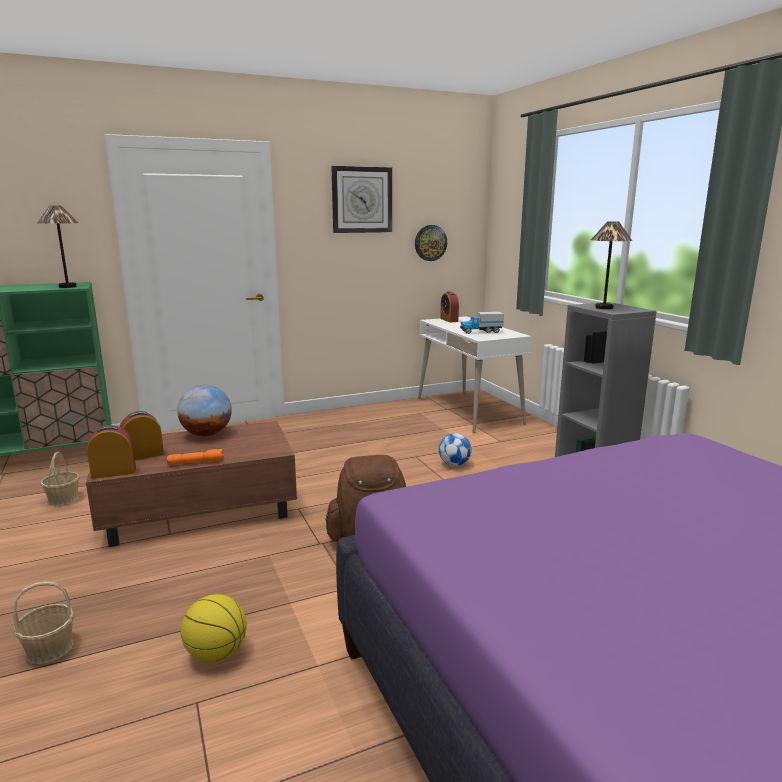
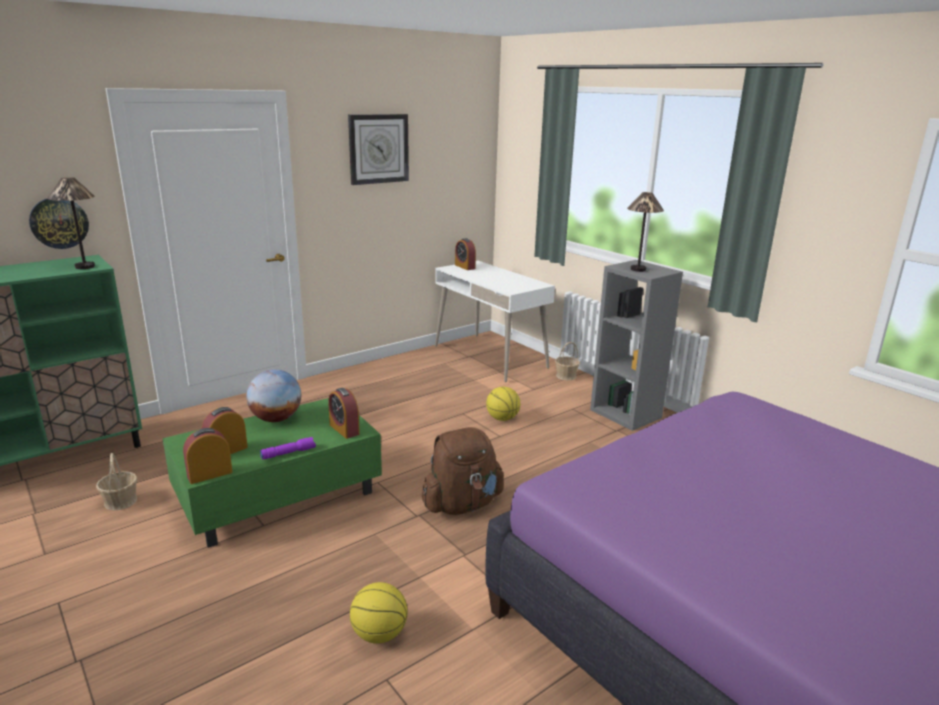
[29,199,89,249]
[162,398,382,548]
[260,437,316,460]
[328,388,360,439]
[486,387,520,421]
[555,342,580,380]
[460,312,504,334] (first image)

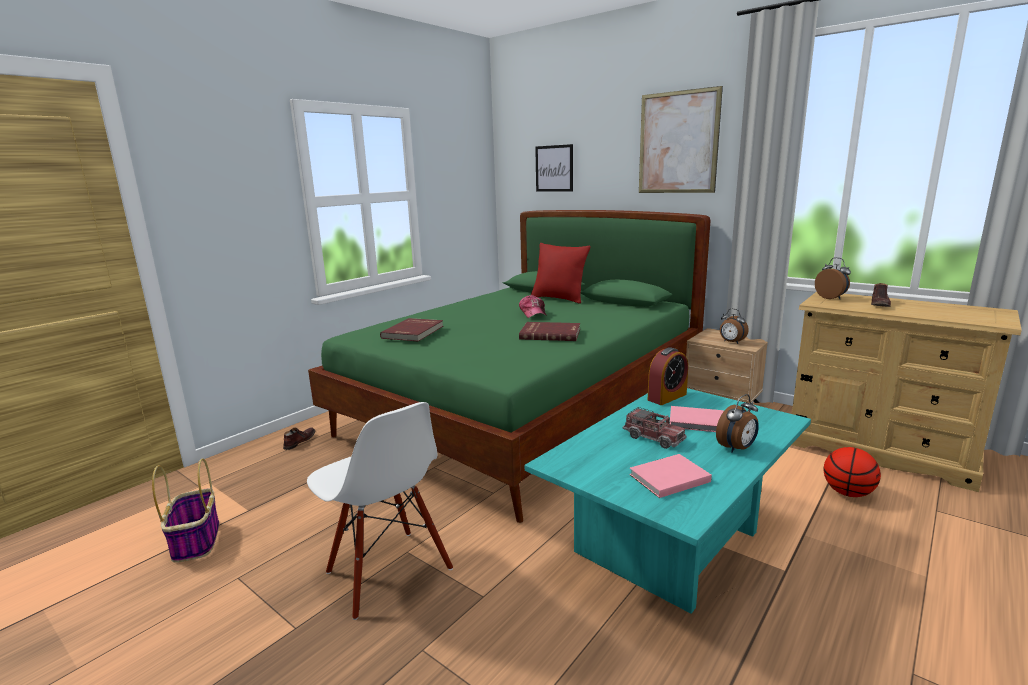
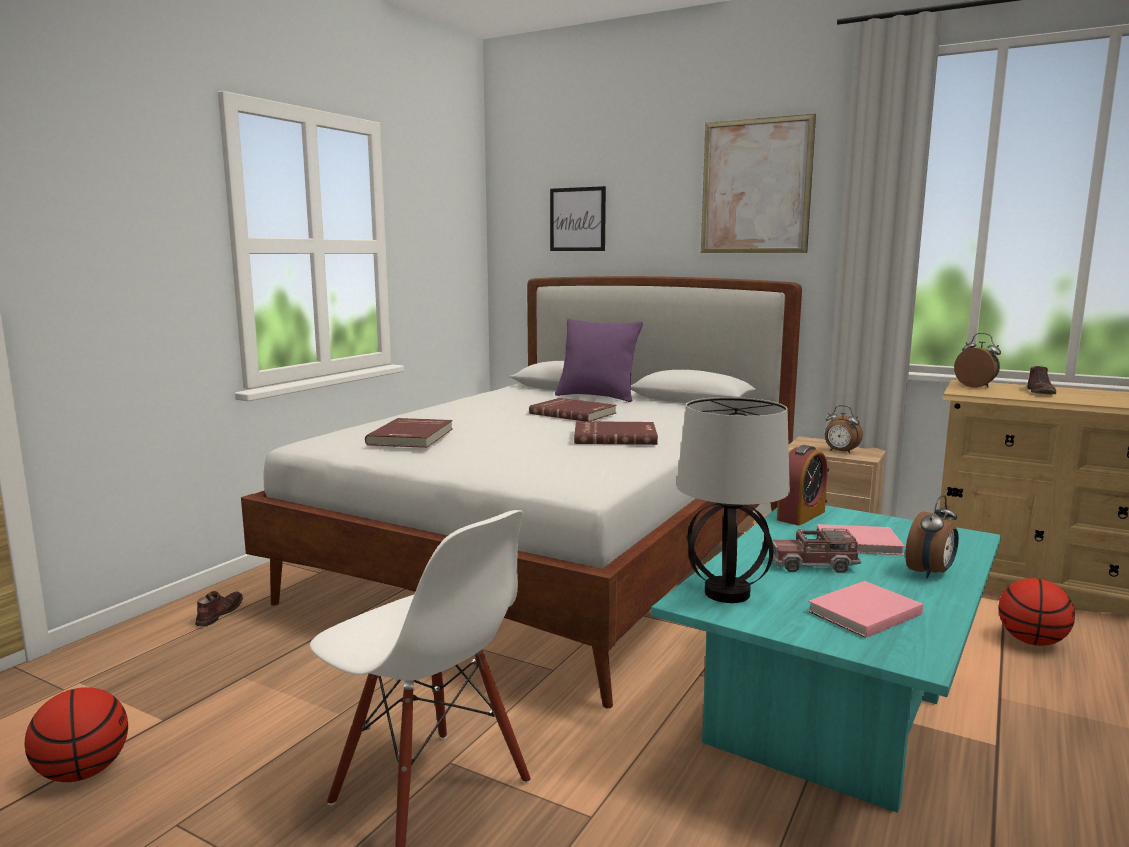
[25,687,128,782]
[241,276,802,708]
[529,398,617,421]
[555,318,643,402]
[677,397,790,603]
[772,528,861,573]

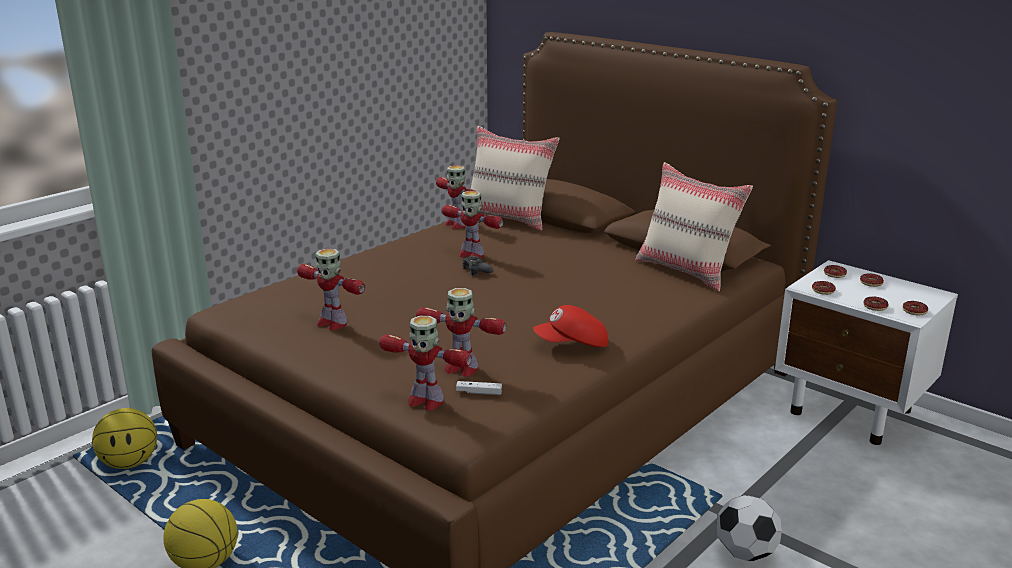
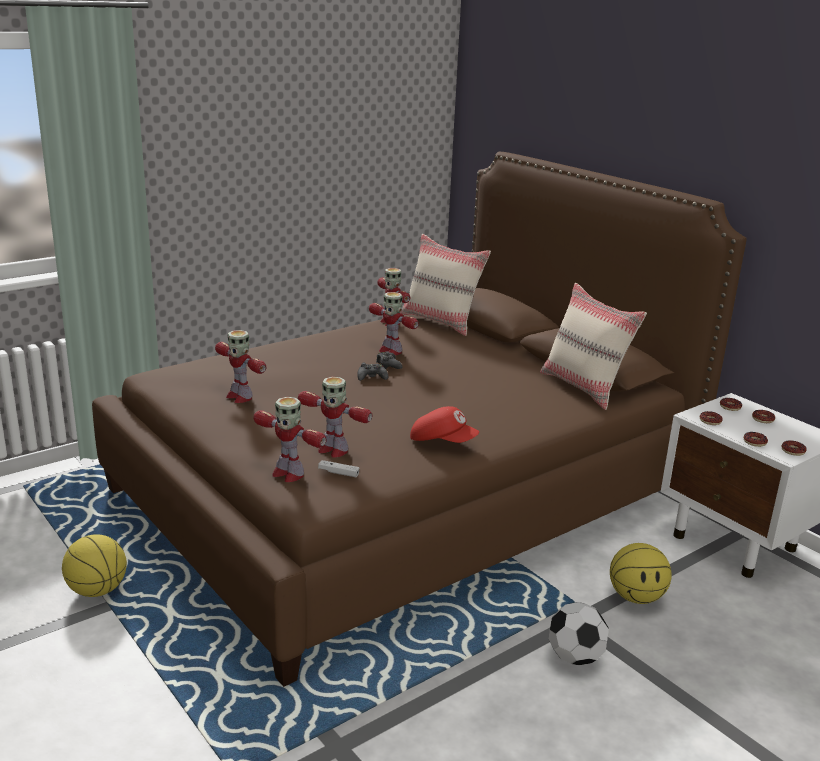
[357,363,388,381]
[410,406,479,443]
[610,543,672,604]

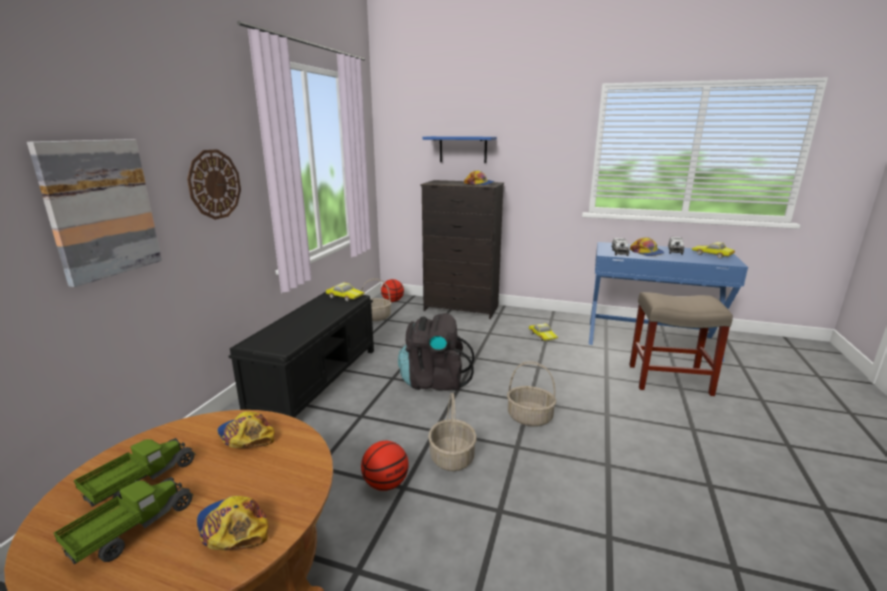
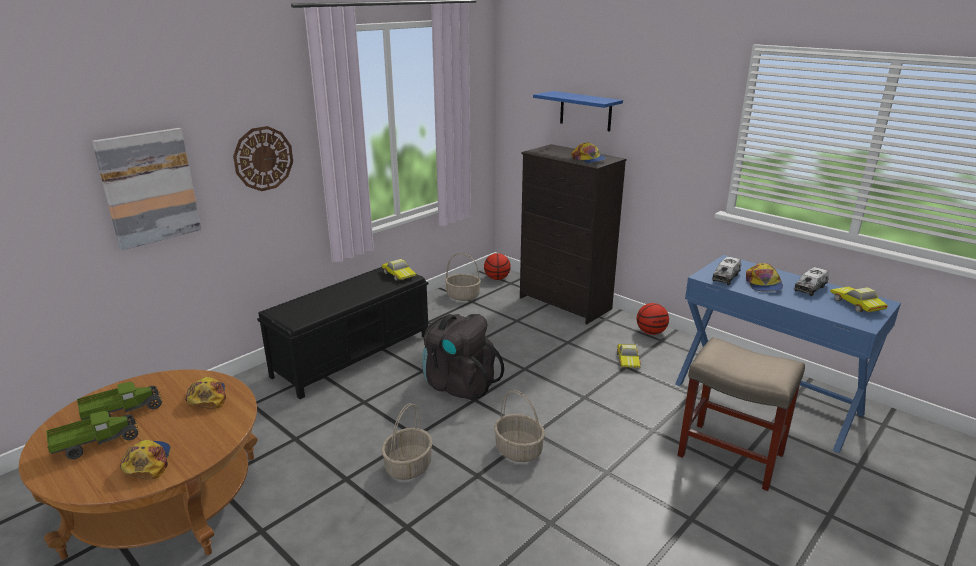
[637,303,669,335]

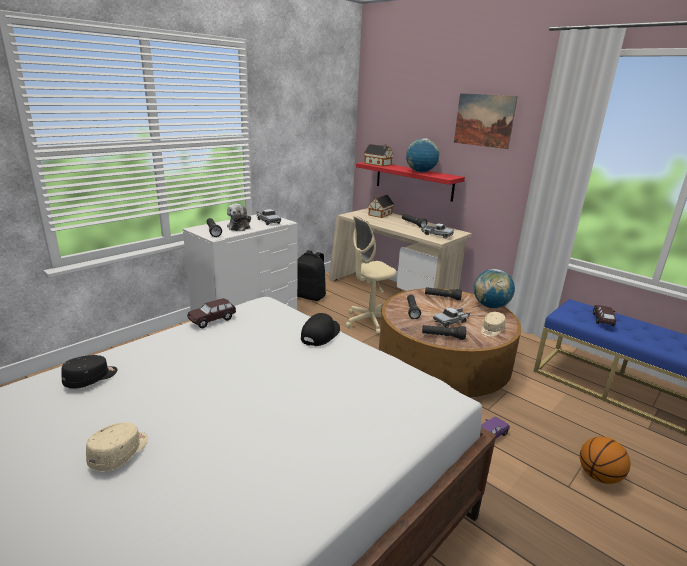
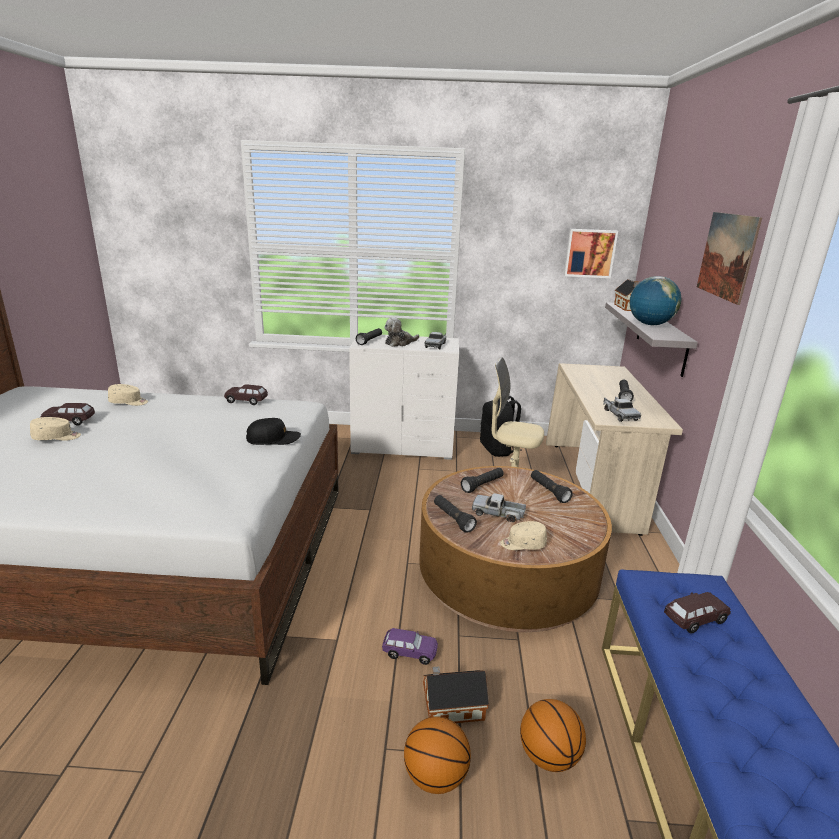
[41,403,95,425]
[108,384,148,406]
[423,667,489,723]
[520,699,586,772]
[564,229,618,278]
[605,302,698,377]
[474,269,515,308] (first image)

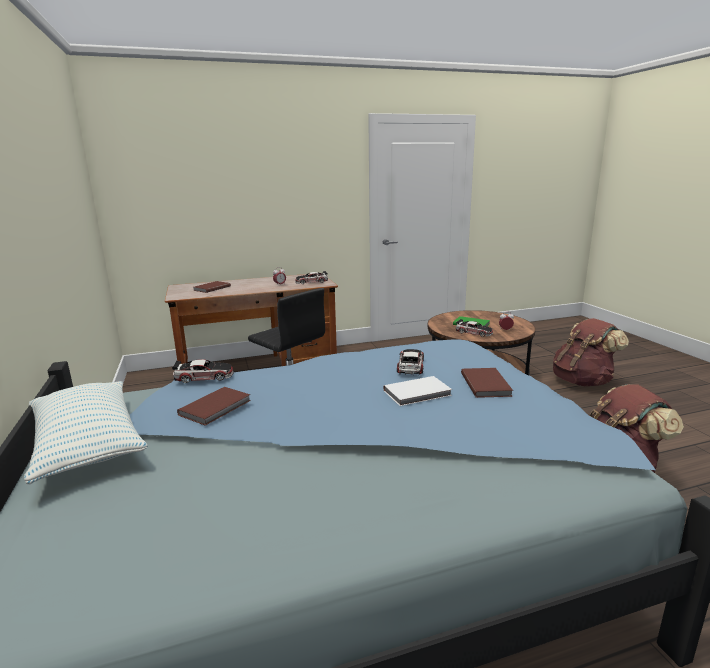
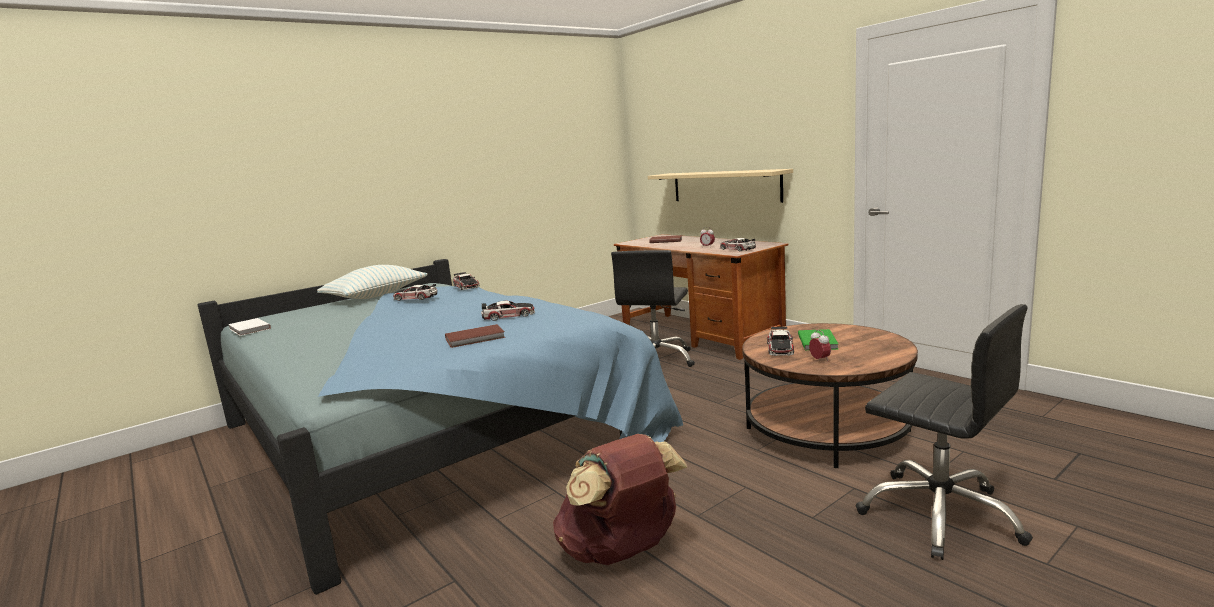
[228,318,271,336]
[393,284,437,301]
[648,169,793,203]
[856,304,1033,560]

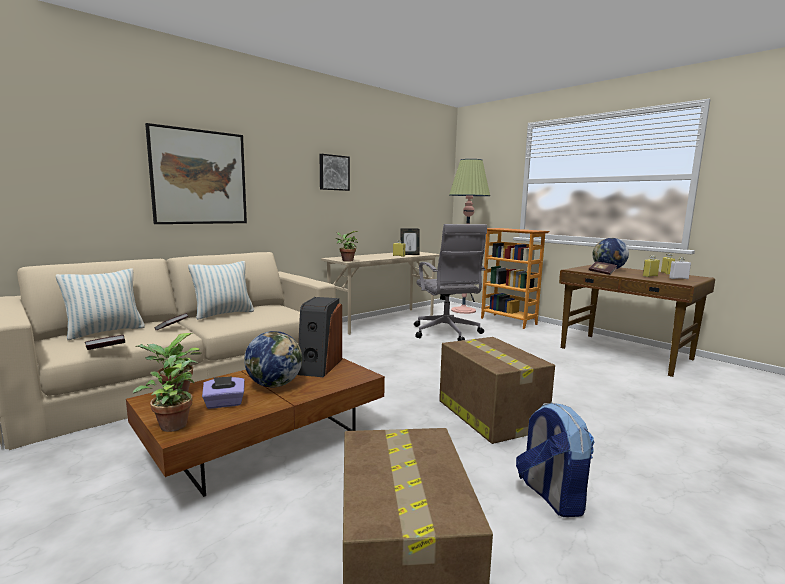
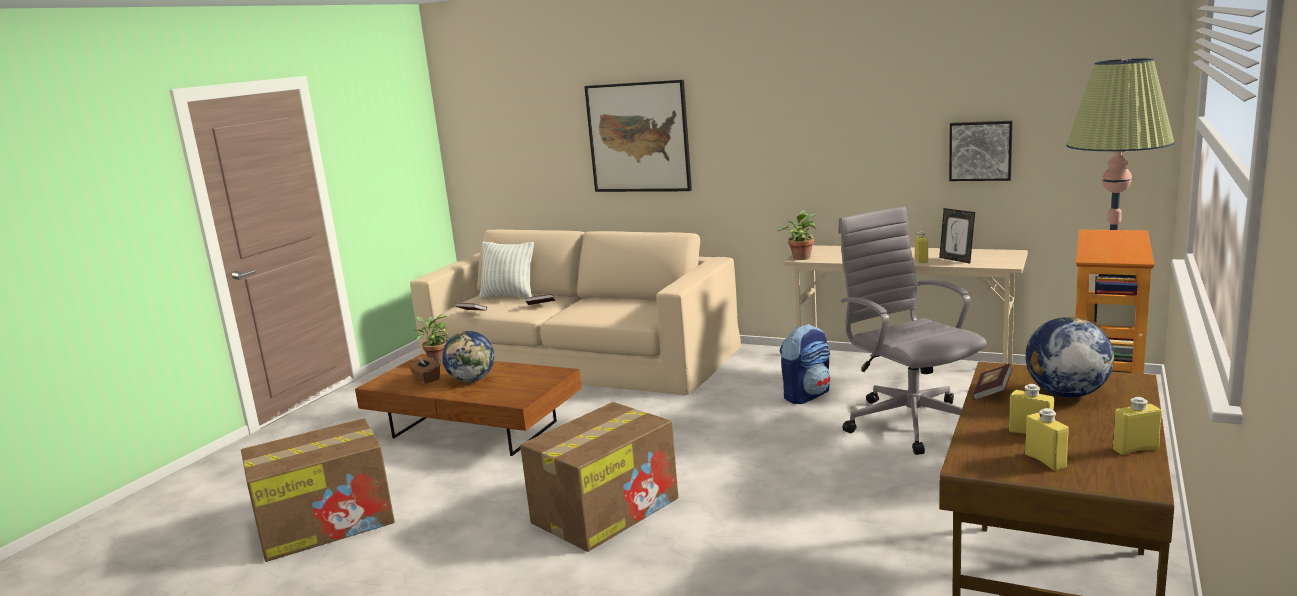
[409,356,440,384]
[780,324,831,404]
[838,206,987,455]
[949,121,1013,181]
[1025,408,1069,471]
[133,355,195,432] (first image)
[188,261,254,320] (first image)
[297,297,342,377] (first image)

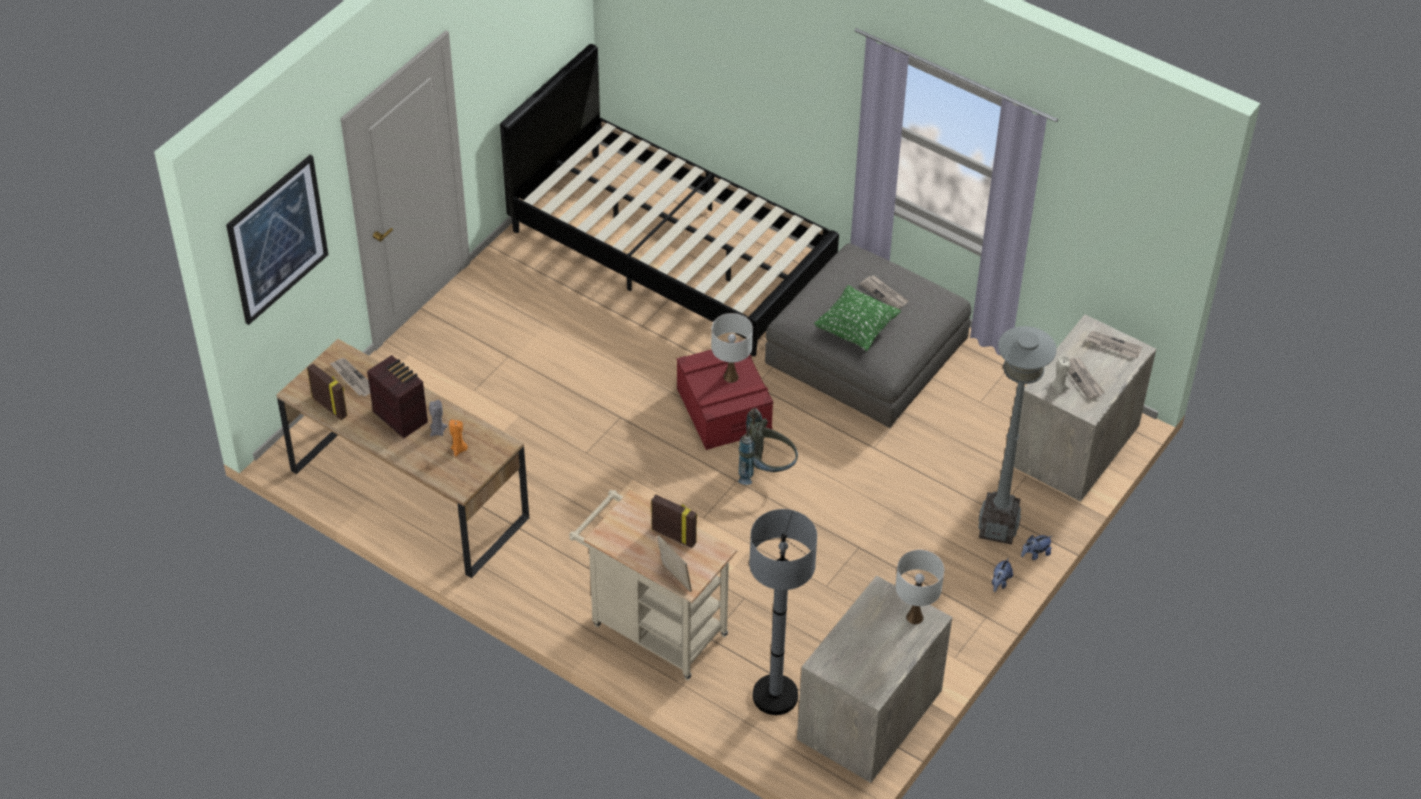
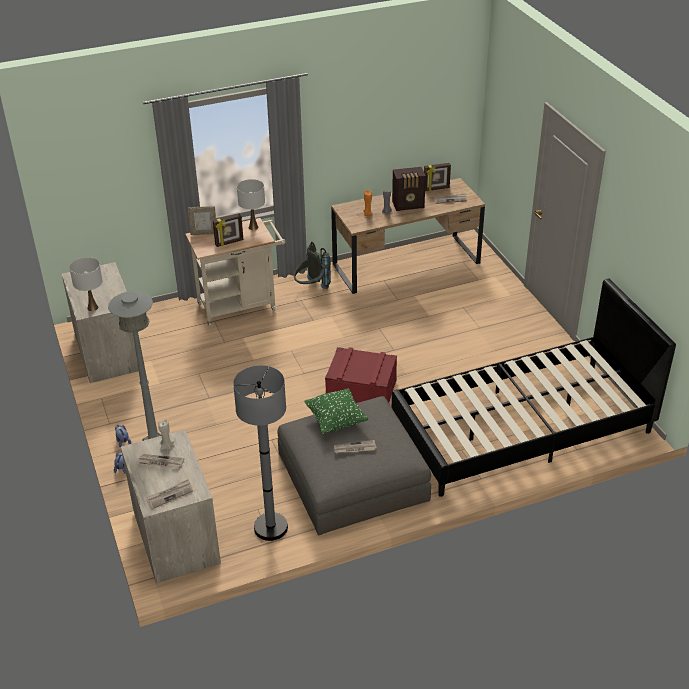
[233,365,288,541]
[237,179,265,230]
[294,242,331,289]
[226,155,328,325] (first image)

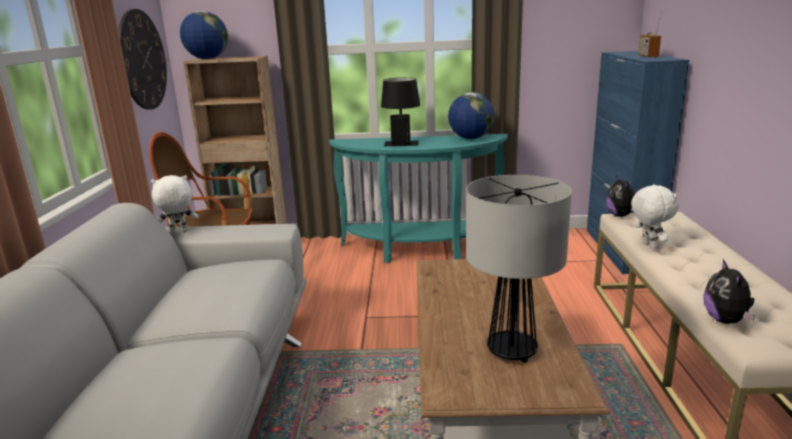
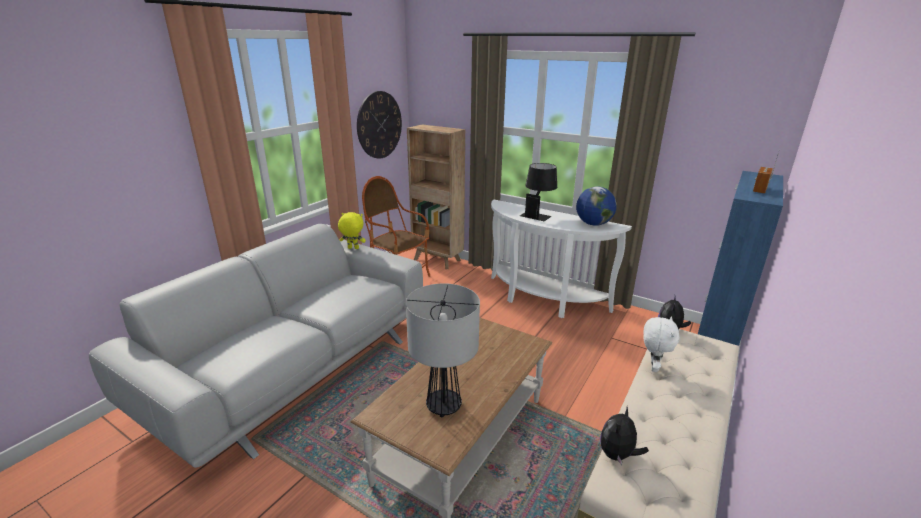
[338,212,366,249]
[491,200,632,318]
[180,11,228,59] (first image)

